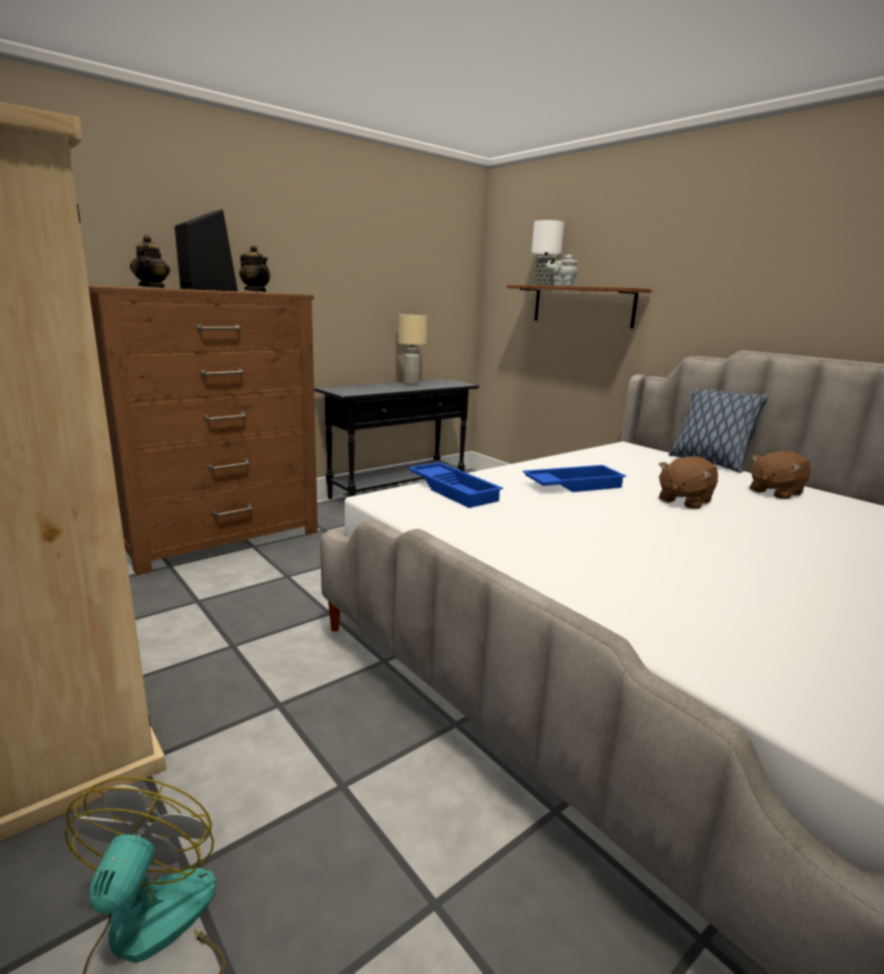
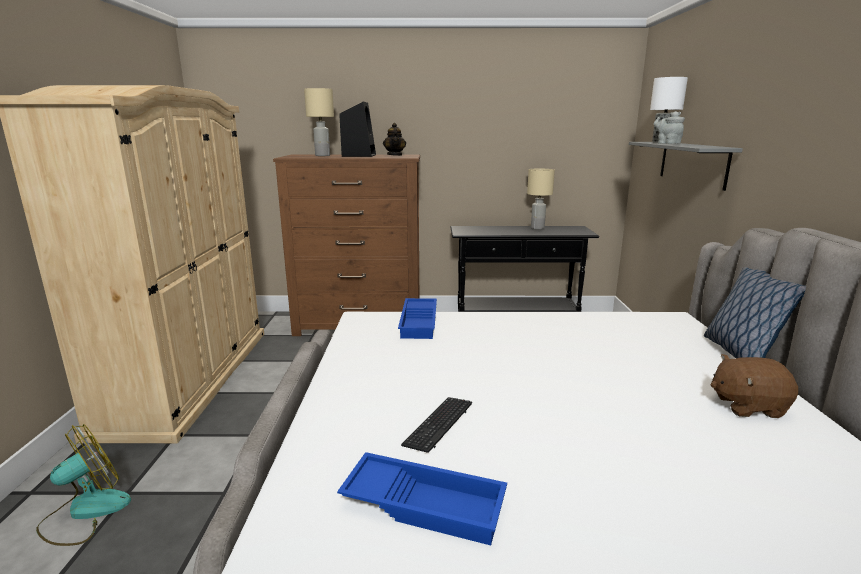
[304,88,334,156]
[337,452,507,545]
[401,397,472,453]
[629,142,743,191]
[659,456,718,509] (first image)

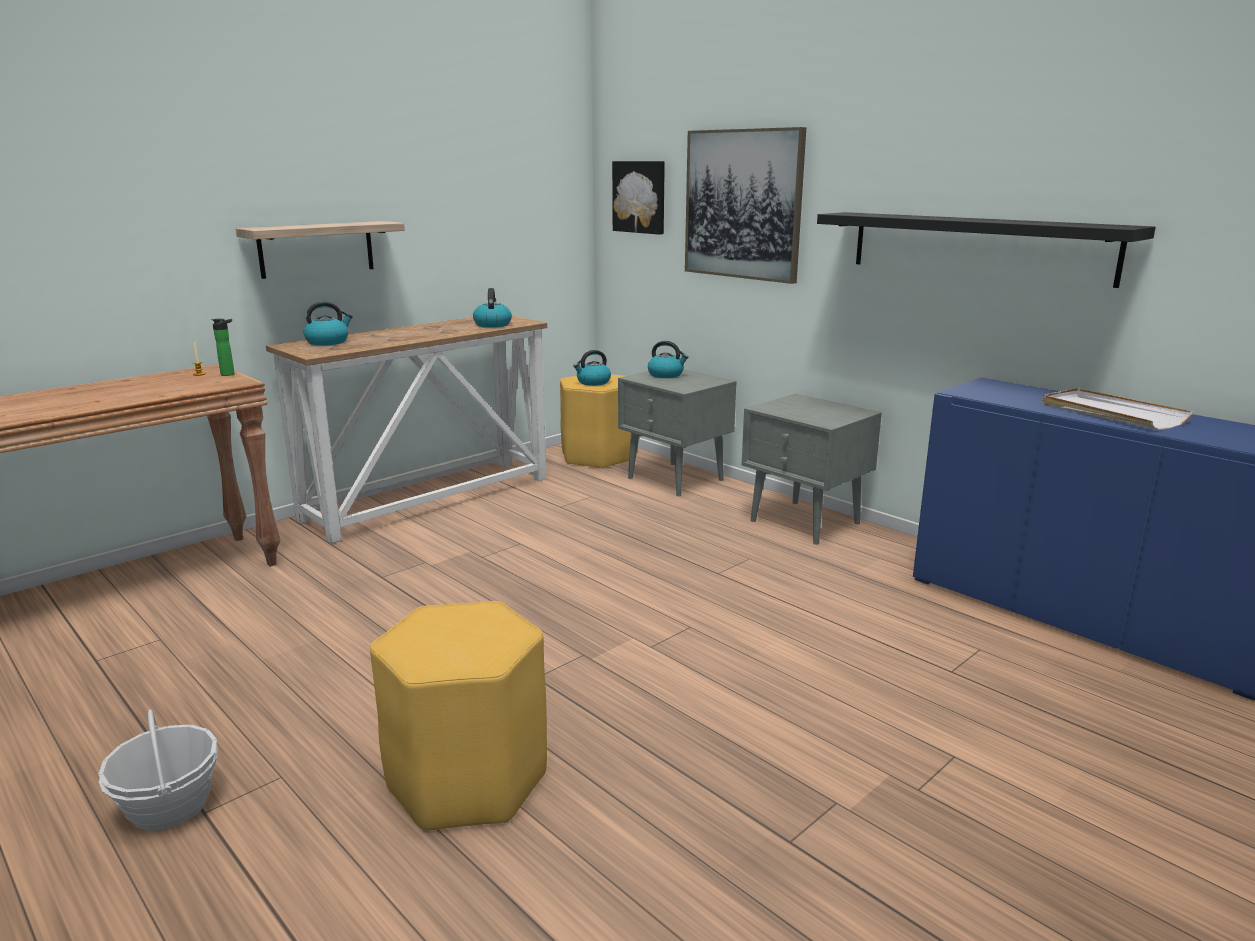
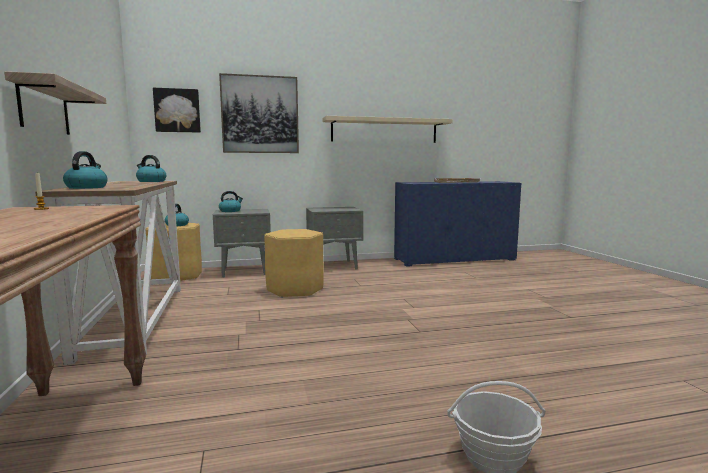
[264,229,324,298]
[322,116,453,143]
[211,319,235,376] (first image)

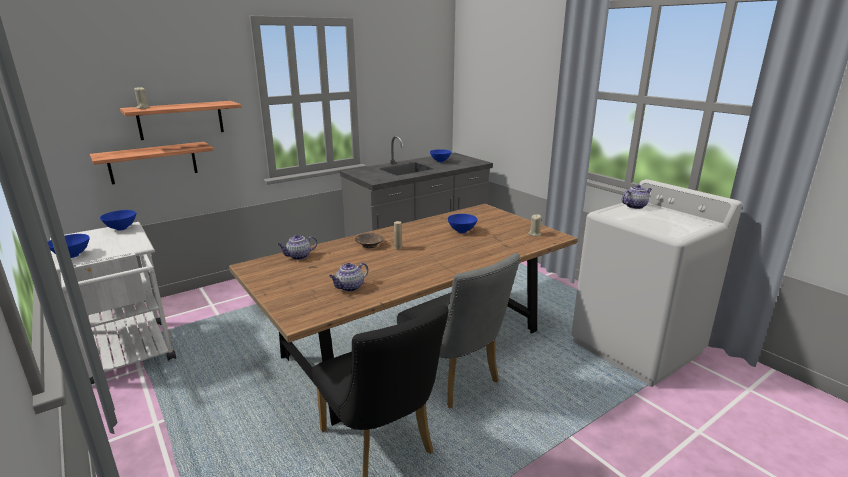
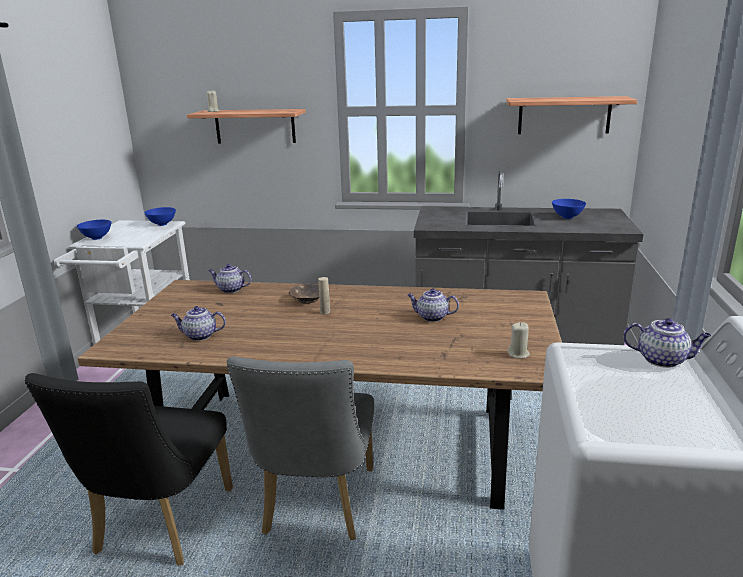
[407,288,459,322]
[506,96,637,134]

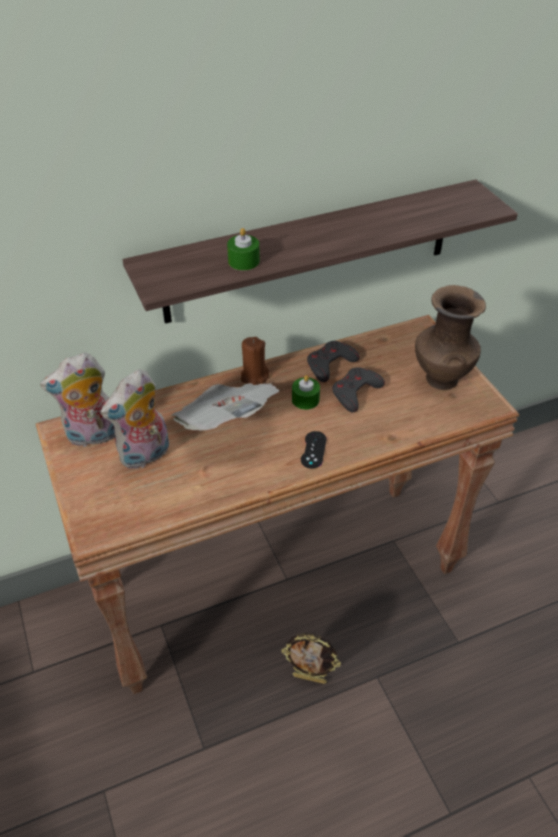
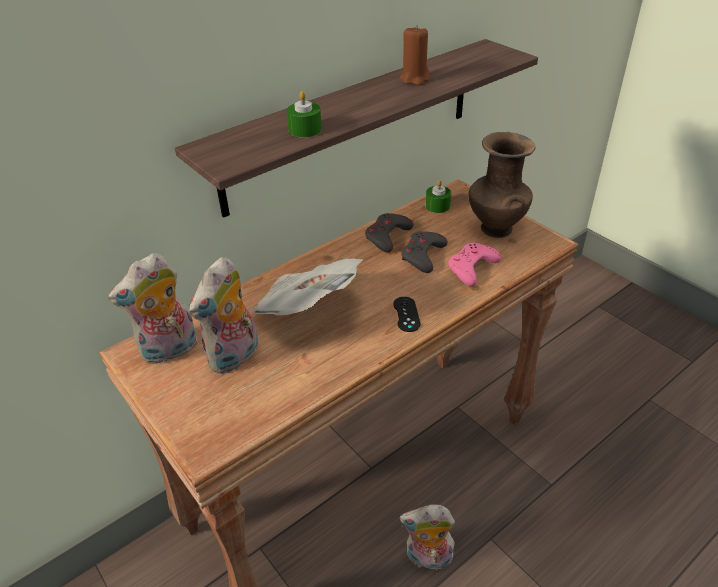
[400,25,430,85]
[400,504,456,570]
[425,180,451,213]
[448,243,501,286]

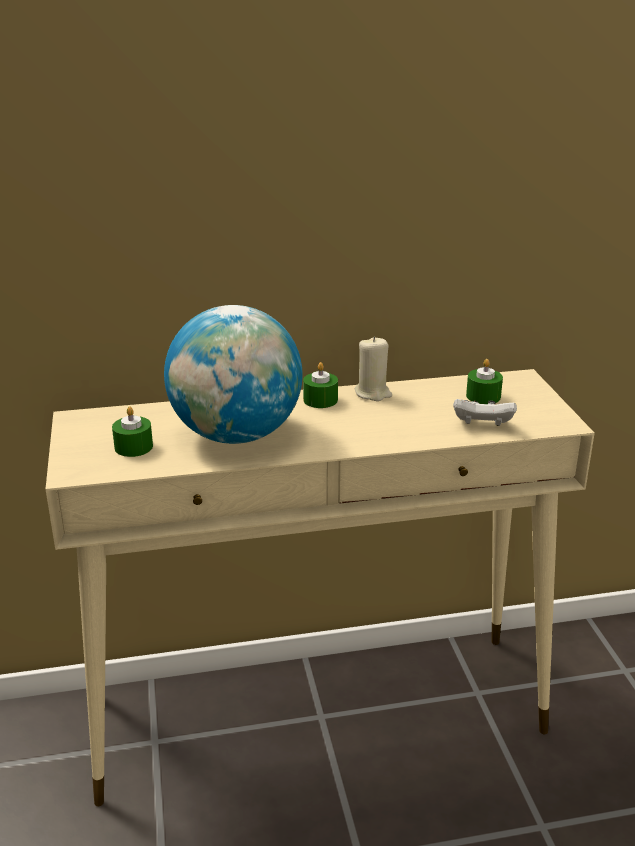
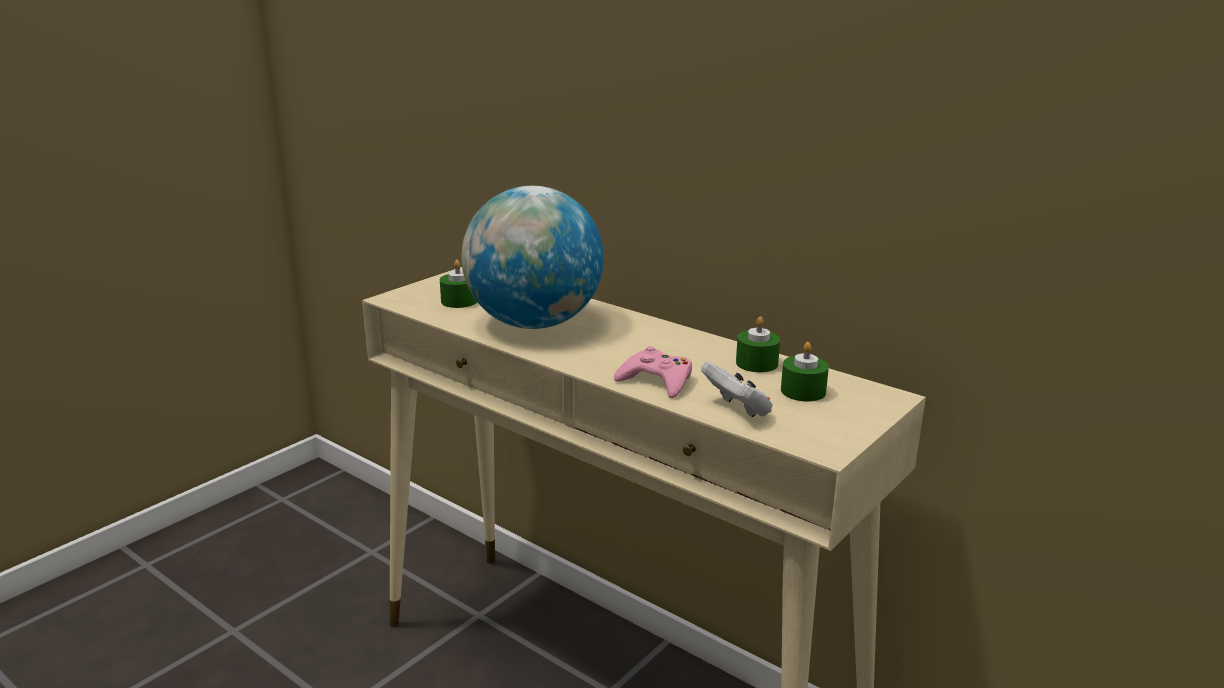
[614,346,692,398]
[736,316,780,372]
[355,336,392,401] (first image)

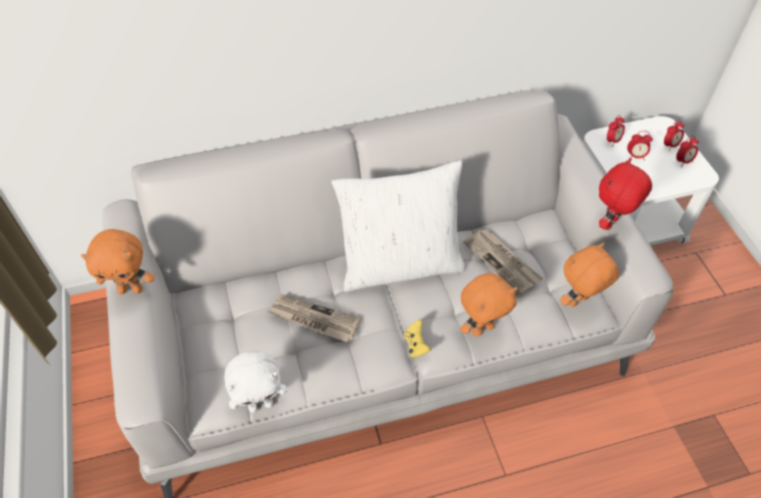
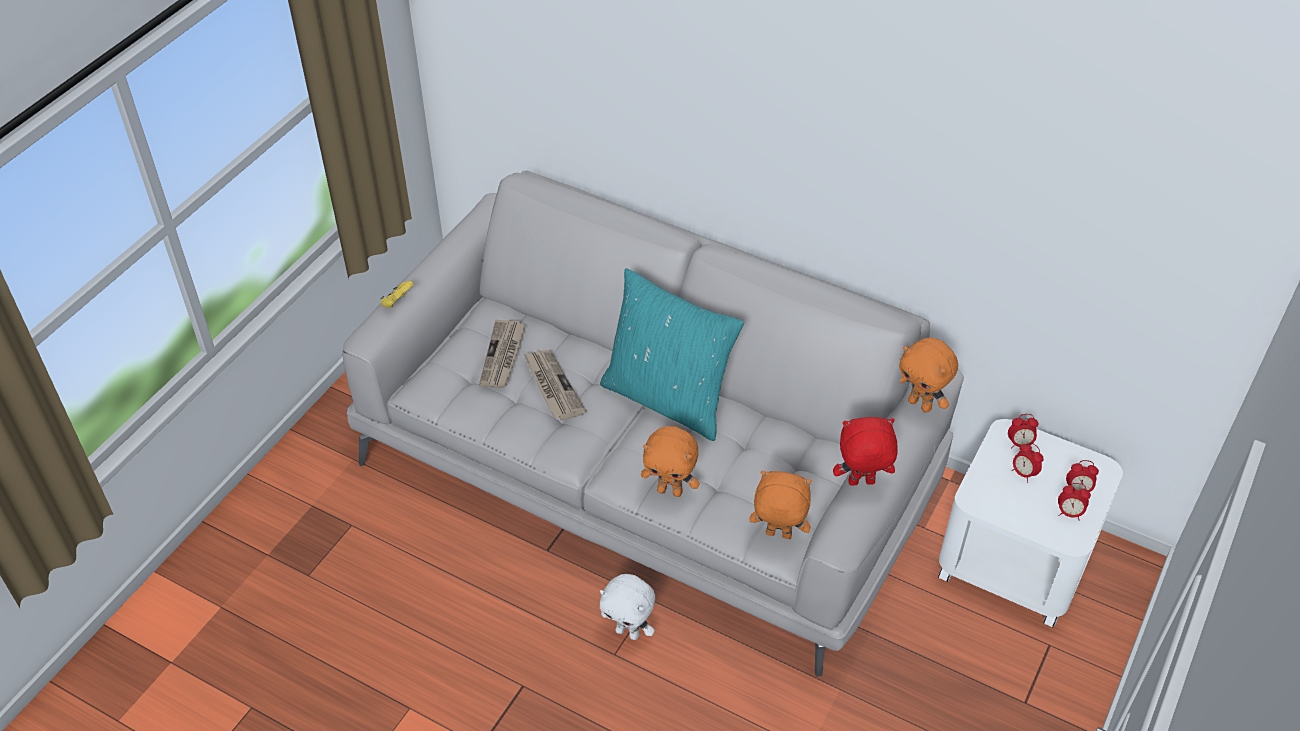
[381,280,414,308]
[479,320,526,388]
[600,268,744,441]
[600,574,655,640]
[899,338,958,413]

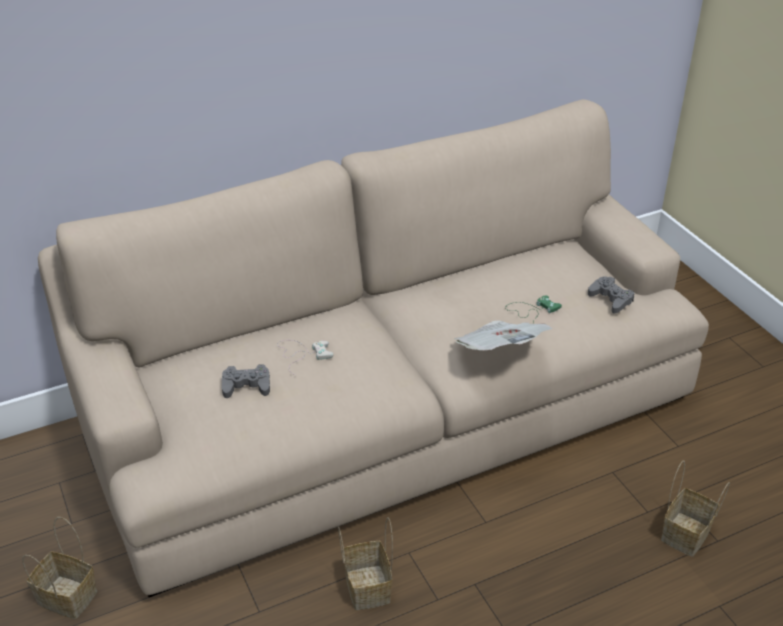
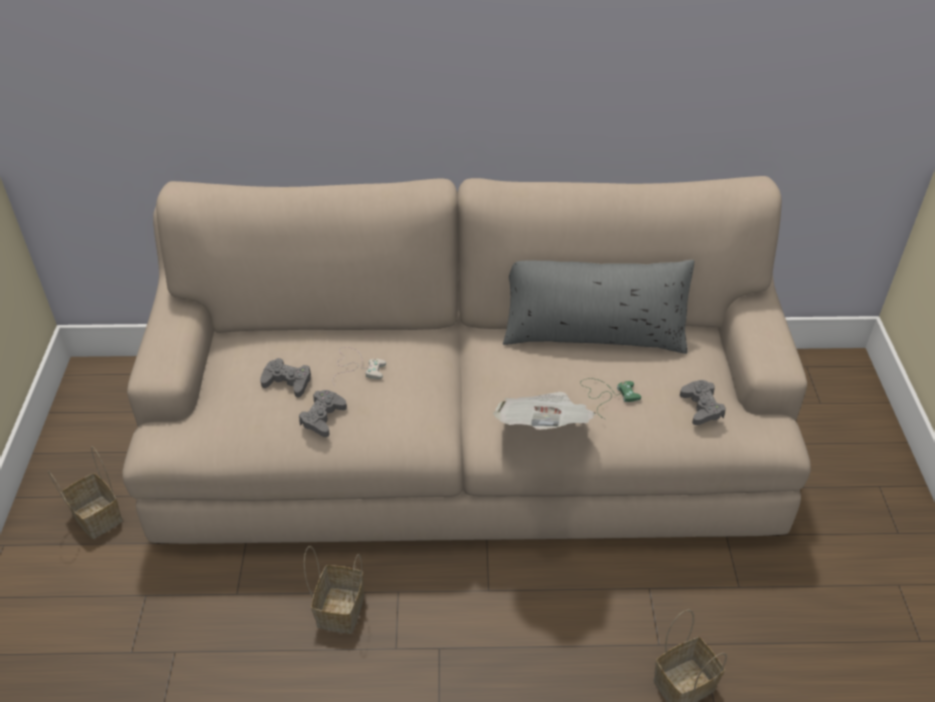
[299,390,347,437]
[503,260,695,354]

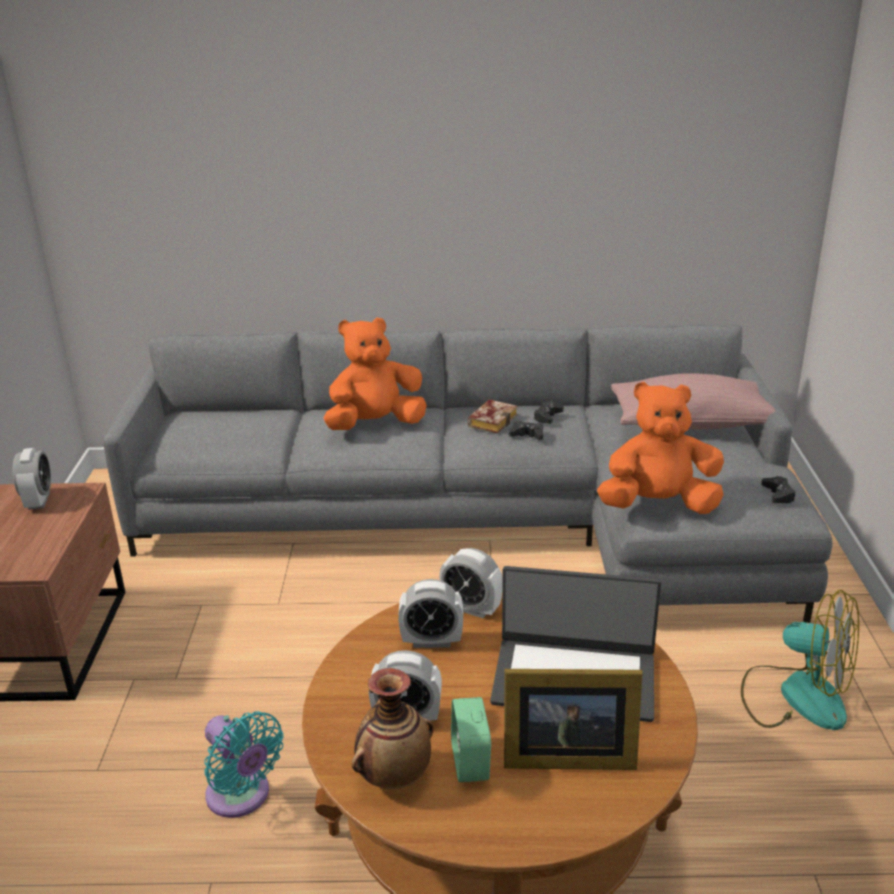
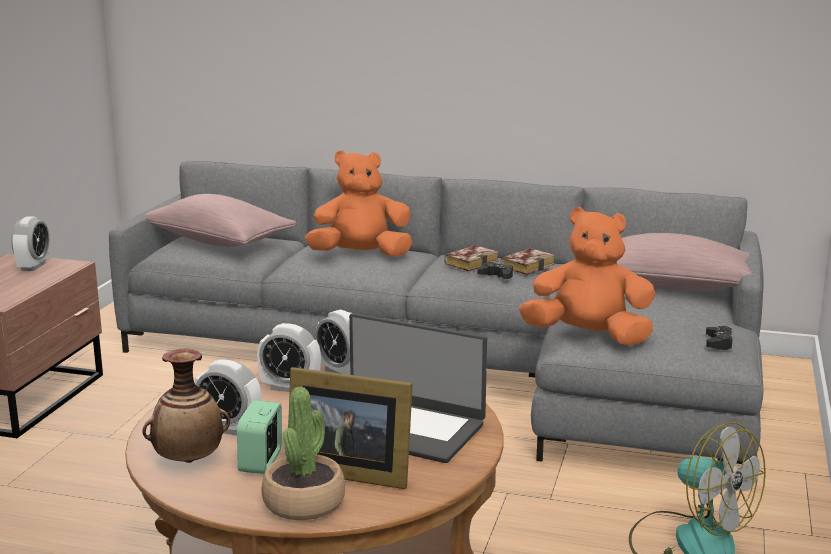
[145,194,296,247]
[261,387,345,520]
[500,248,555,275]
[204,711,284,818] (first image)

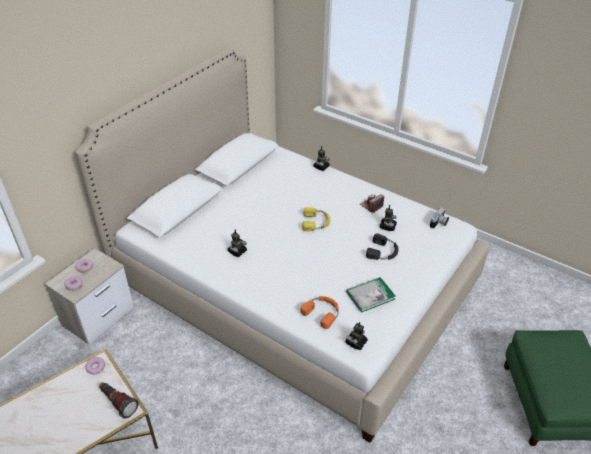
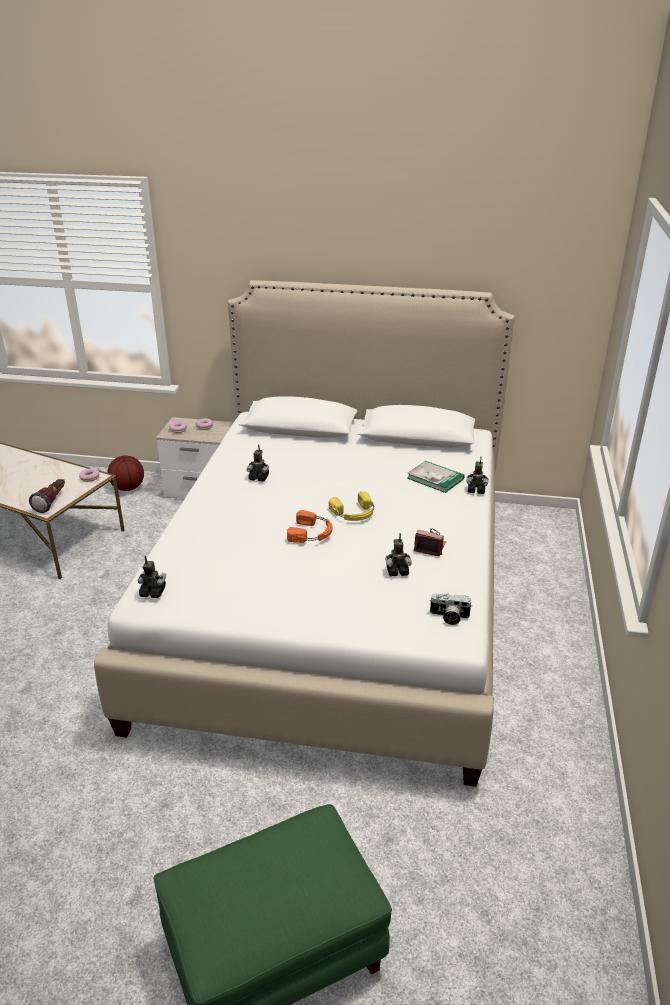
[107,455,144,491]
[287,510,332,543]
[407,461,464,493]
[366,233,399,260] (first image)

